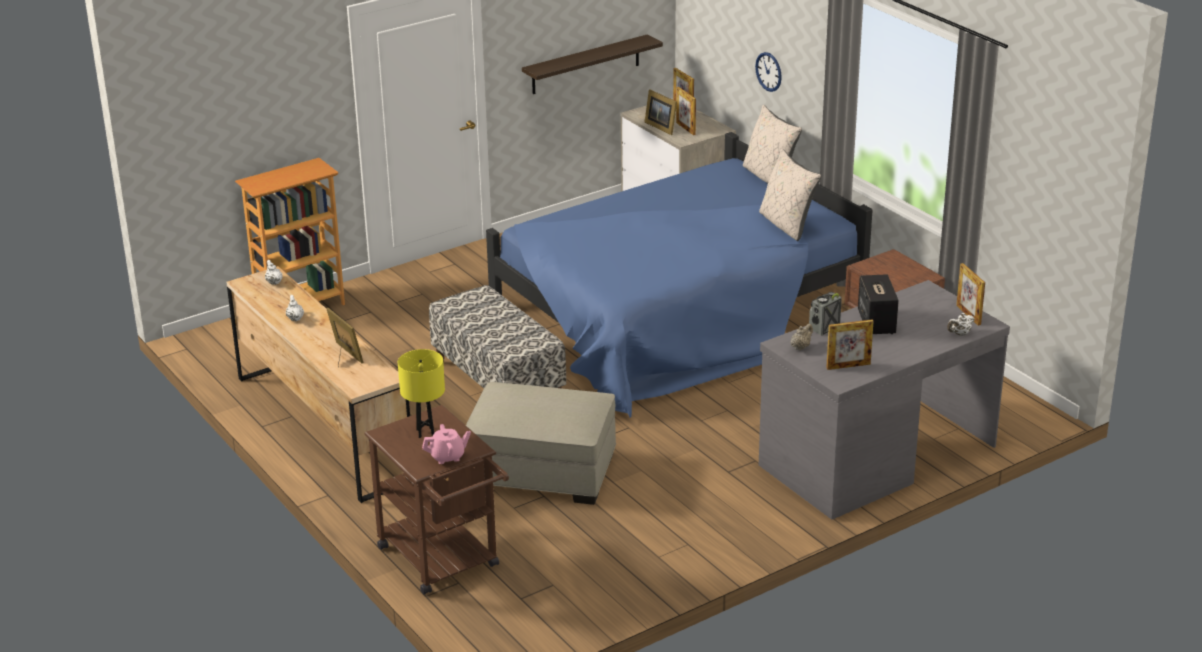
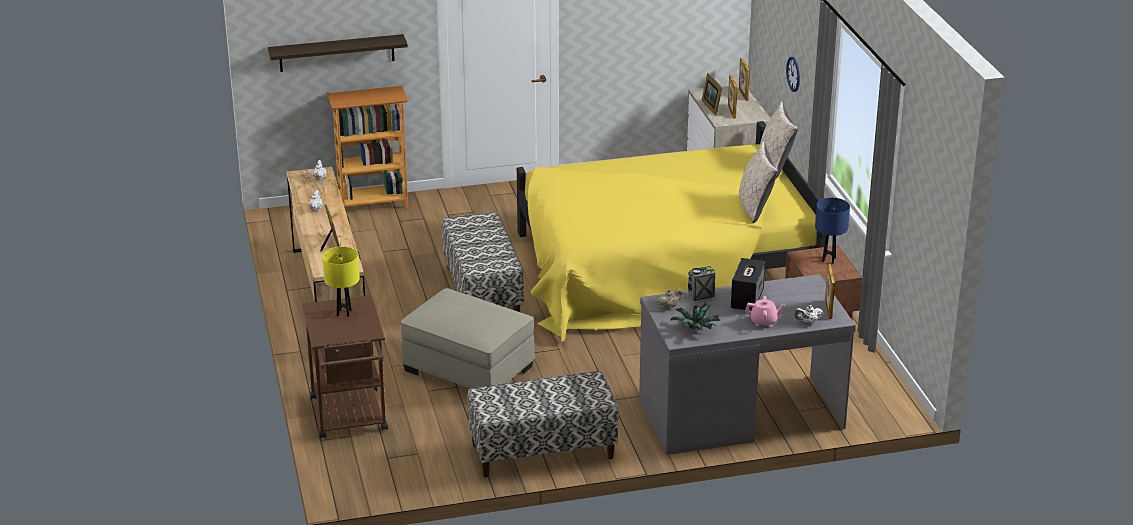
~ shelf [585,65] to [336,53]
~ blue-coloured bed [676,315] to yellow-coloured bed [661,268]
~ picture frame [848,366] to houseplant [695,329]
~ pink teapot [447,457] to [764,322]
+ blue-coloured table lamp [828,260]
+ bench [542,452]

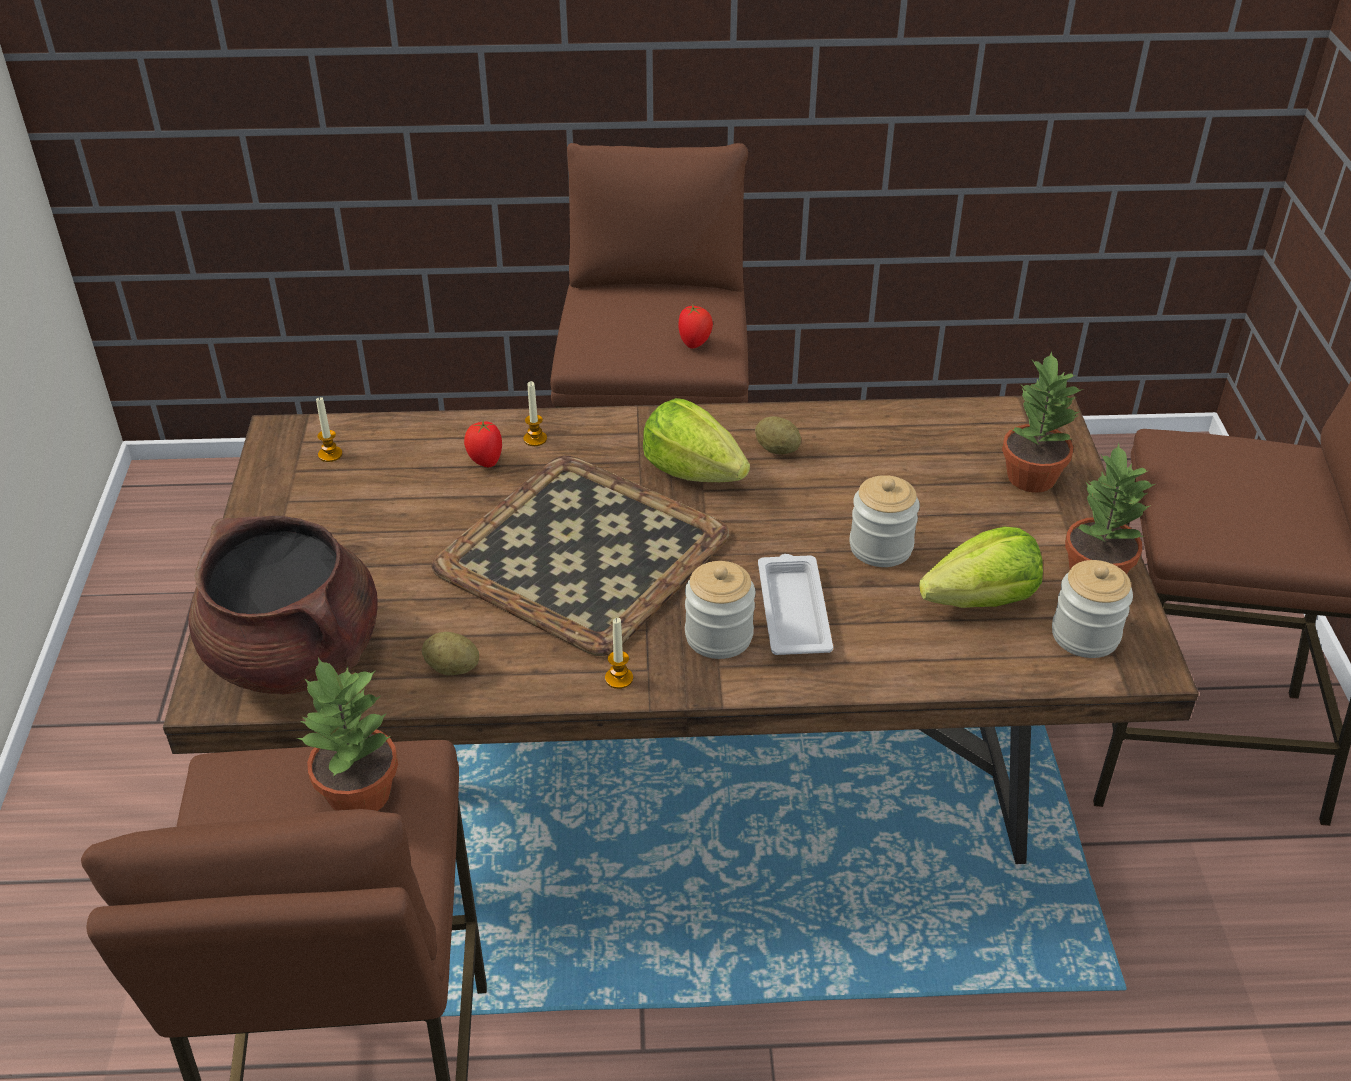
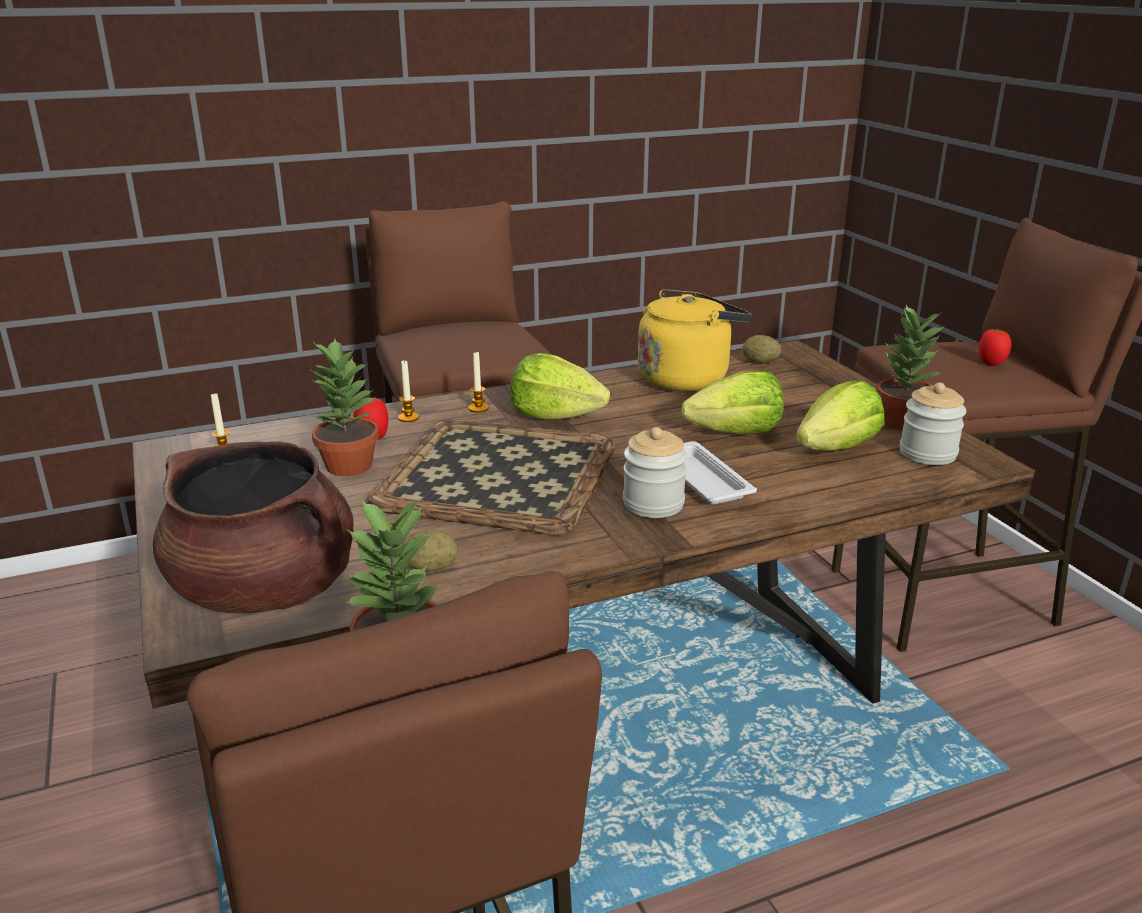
~ tomato [695,343] to [991,363]
~ houseplant [1030,476] to [348,465]
~ whole potato [777,449] to [760,362]
~ jar [880,547] to lettuce head [736,433]
~ candle [619,678] to [478,408]
+ yellow-coloured tea kettle [686,378]

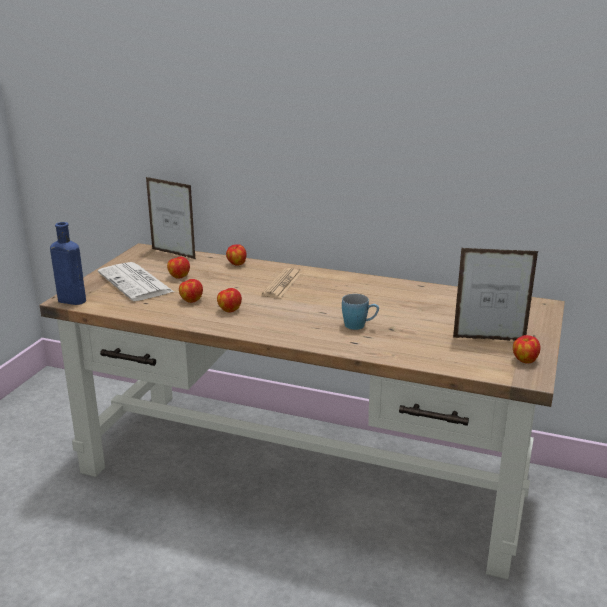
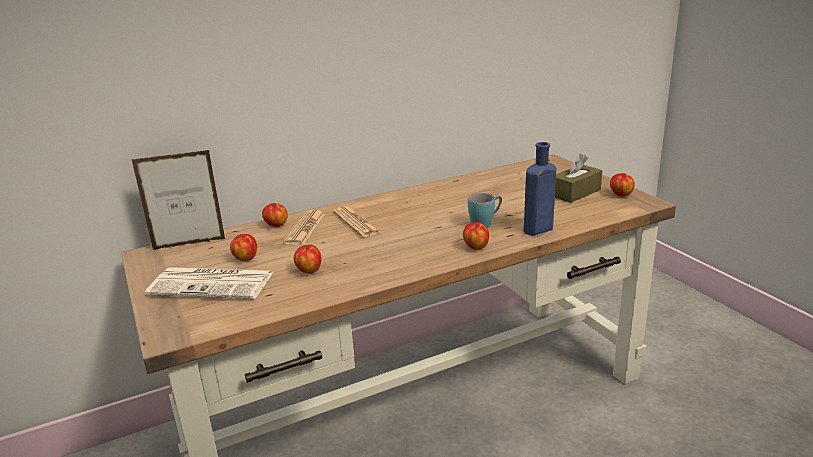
~ blue-coloured beverage bottle [70,300] to [536,230]
~ picture frame [489,339] to brownish box of tissues [575,193]
~ whole apple [229,310] to [475,247]
+ newspaper [305,228]

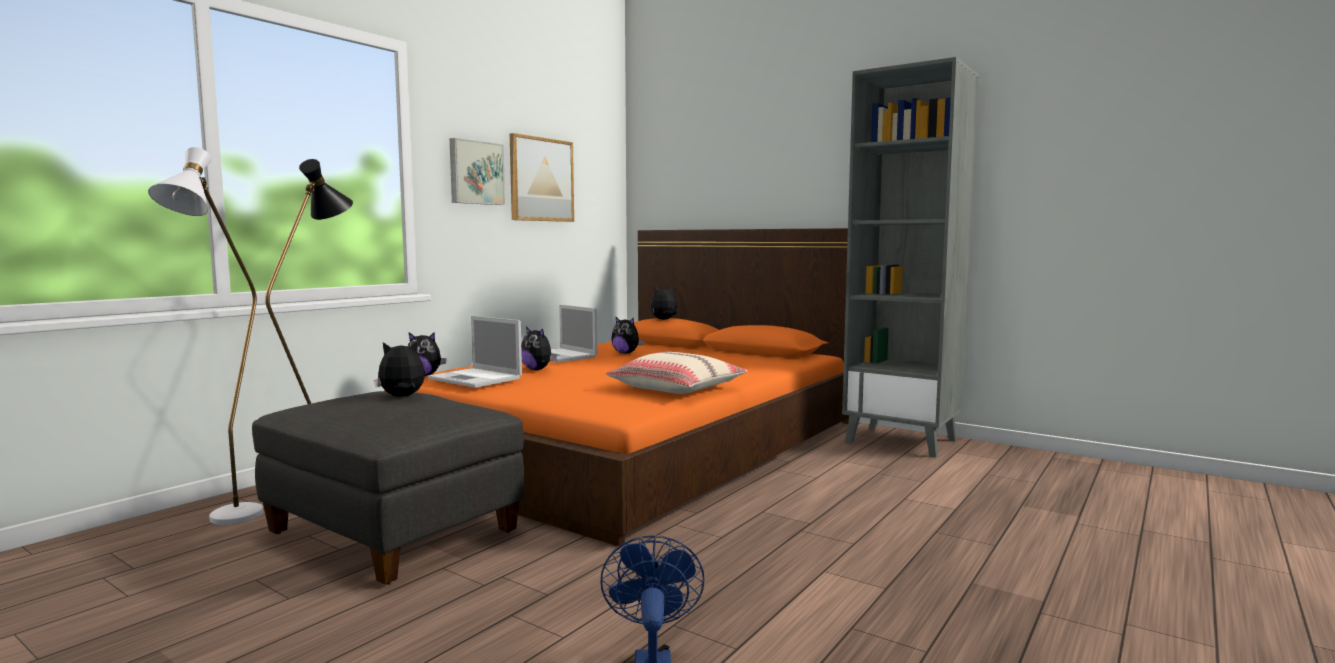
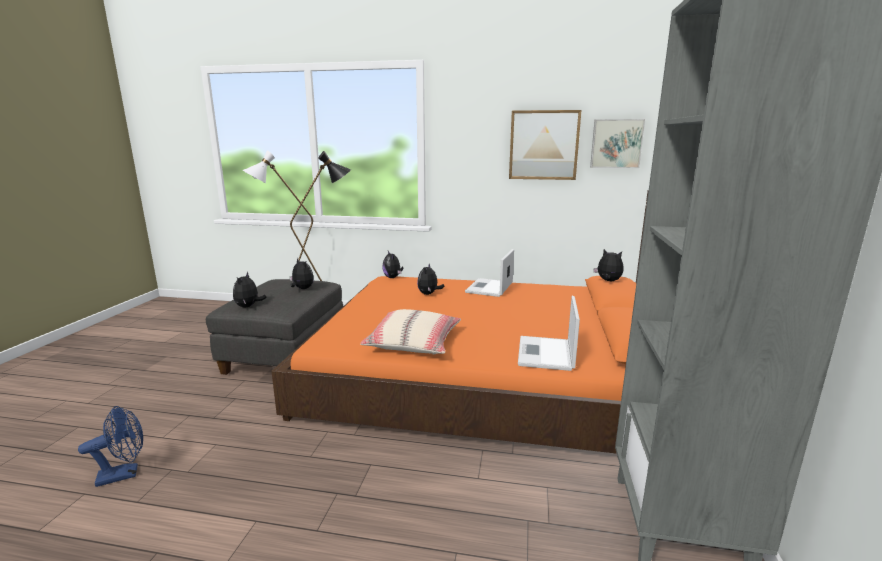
~ picture [475,173] to [616,143]
~ notebook computer [476,379] to [546,354]
~ soft toy [626,353] to [248,306]

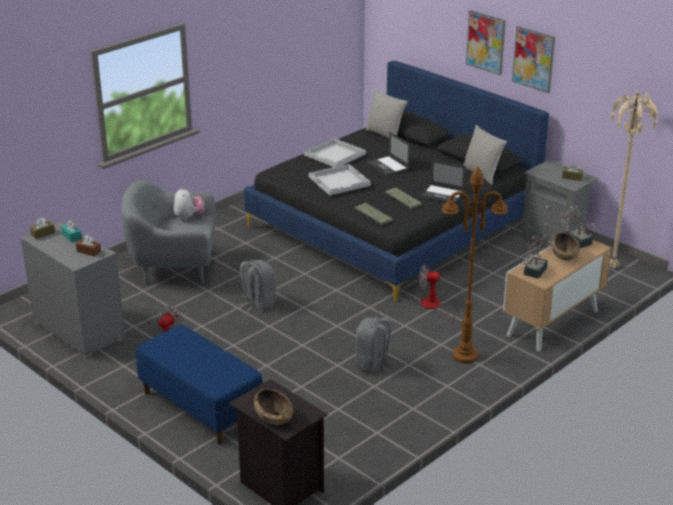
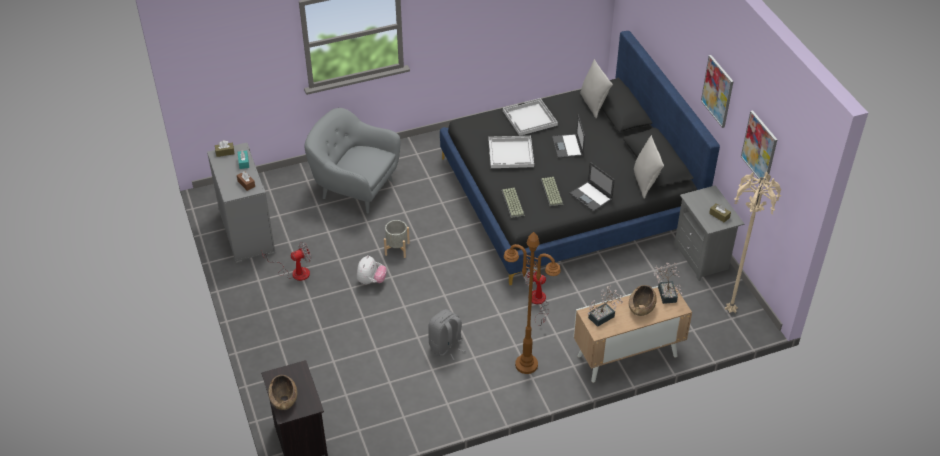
~ picture [486,42] to [759,148]
~ soft toy [189,217] to [371,281]
~ greyish rucksack [257,303] to greyish flower pot [397,249]
- blue-coloured bench [200,407]

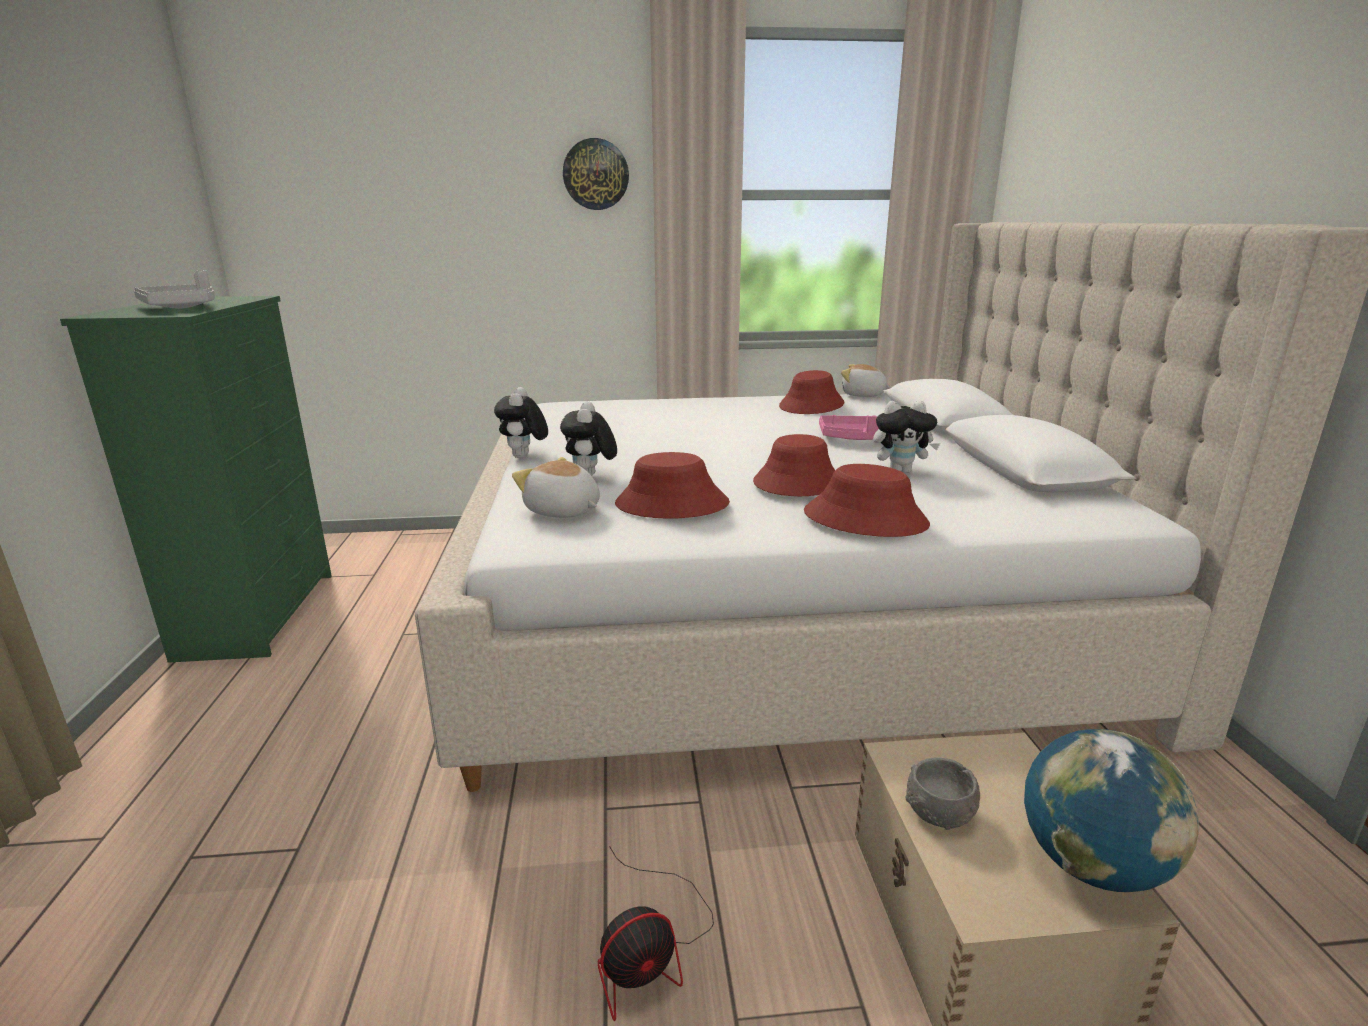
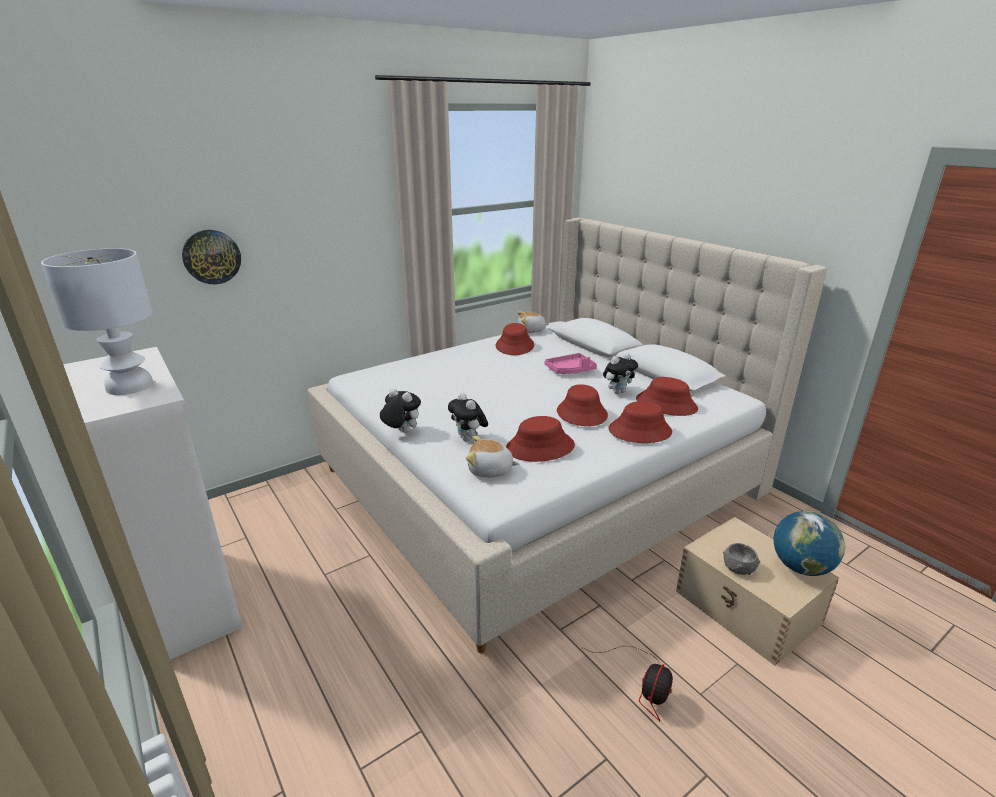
~ clock on the wall [596,174] to [211,257]
~ greyish tray [181,307] to white table lamp [131,386]
~ green-coloured drawer chest [260,613] to white drawer chest [189,599]
~ soft toy [524,457] = [401,432] 150 degrees clockwise
+ red hat [666,404]

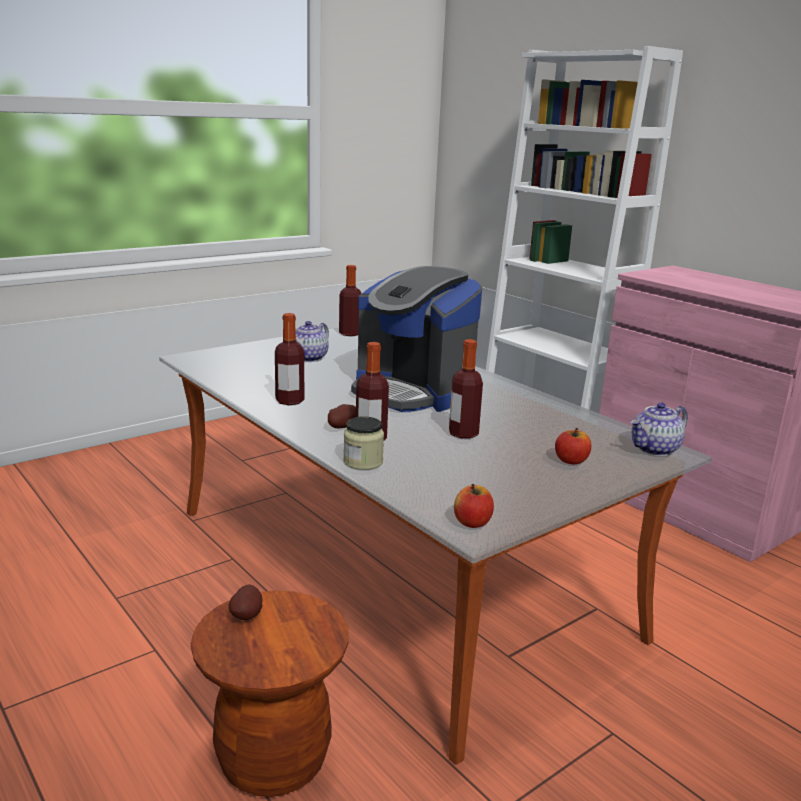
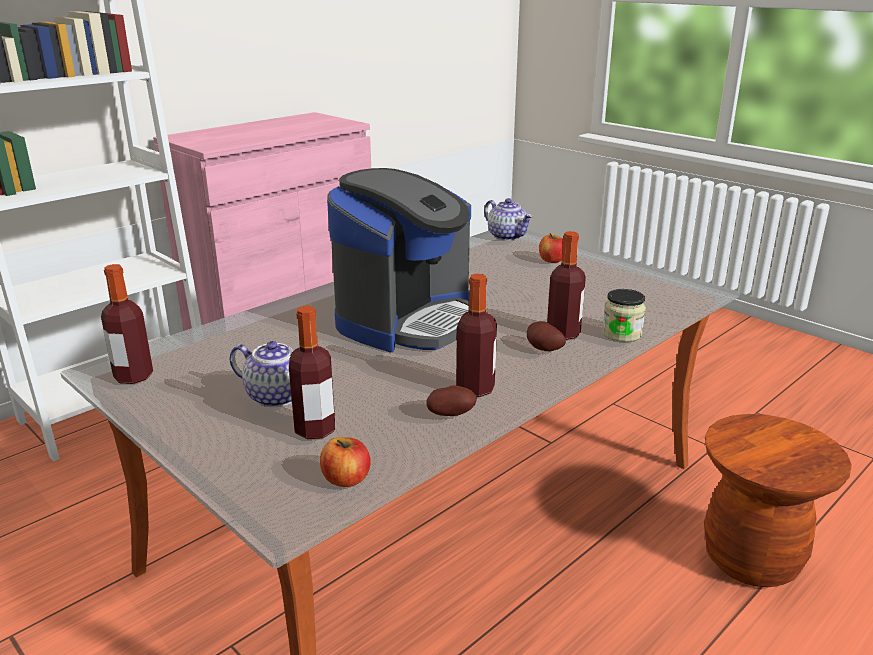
~ beverage bottle [463,433] to [315,430]
~ whole apple [472,522] to [346,479]
~ whole potato [248,616] to [451,414]

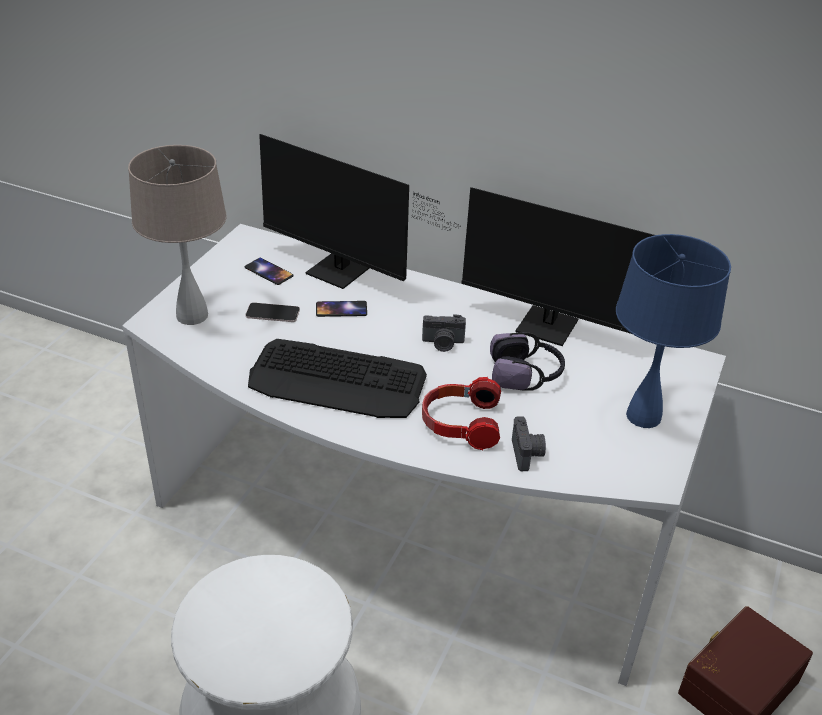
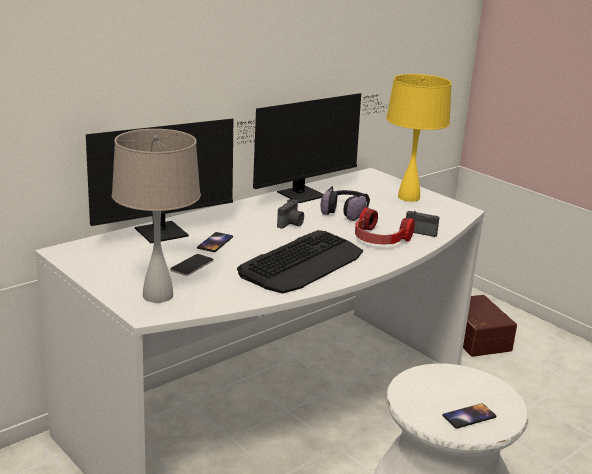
~ blue-coloured table lamp [644,416] to yellow-coloured table lamp [408,197]
~ handset [269,272] to [469,416]

